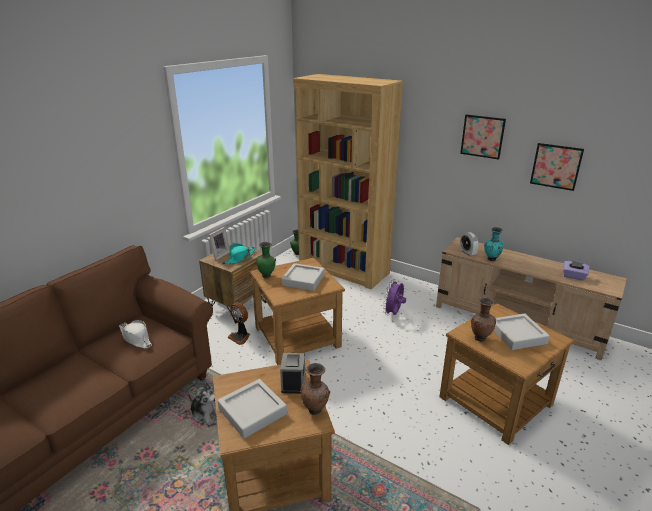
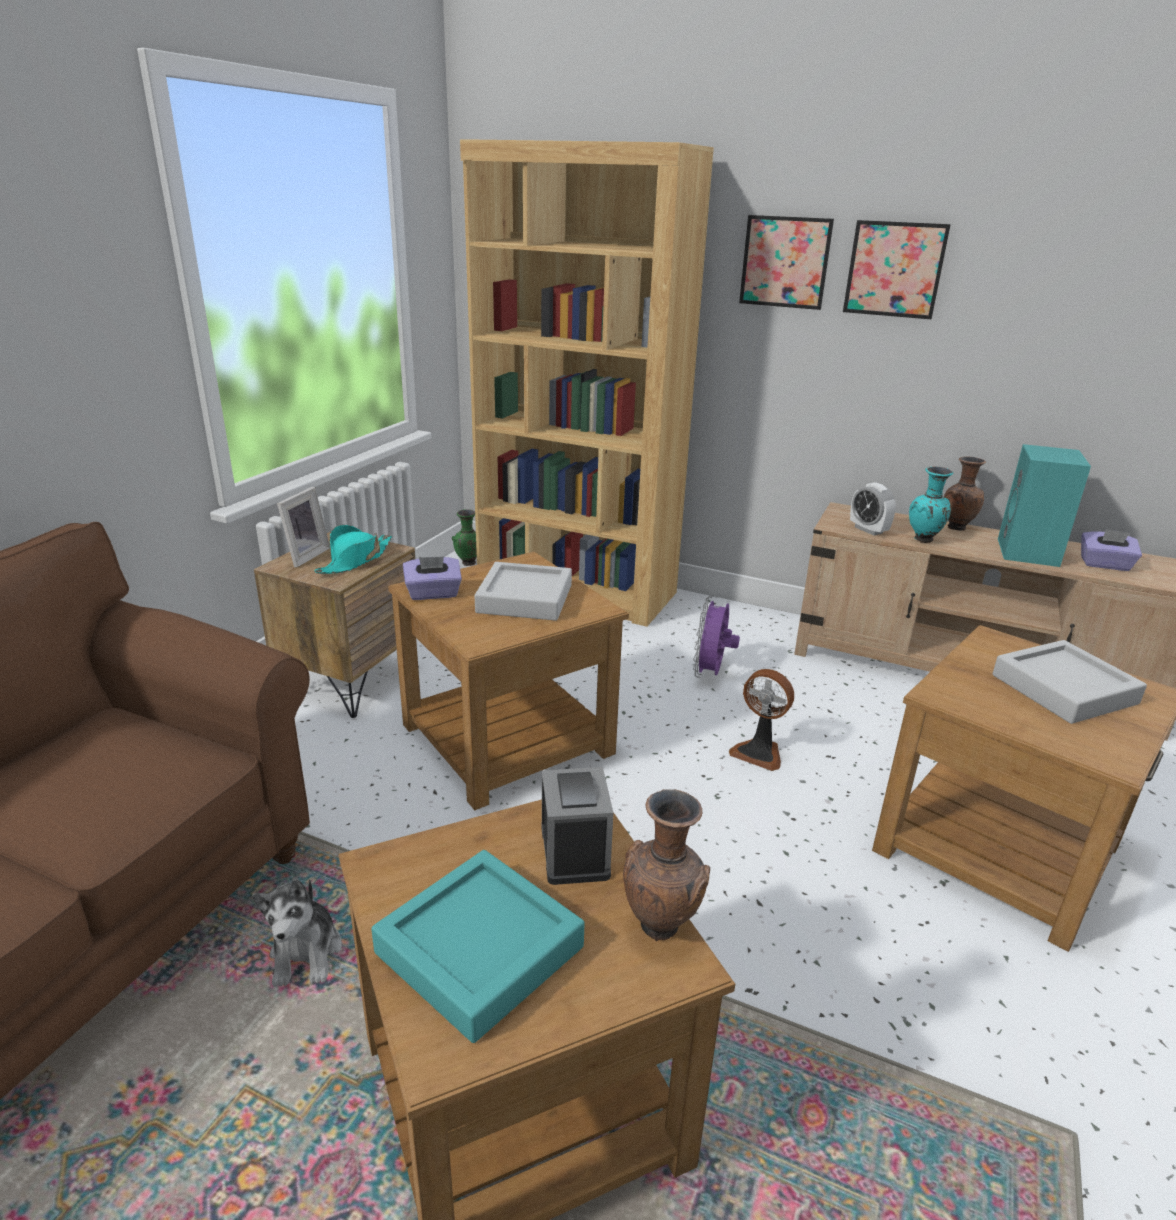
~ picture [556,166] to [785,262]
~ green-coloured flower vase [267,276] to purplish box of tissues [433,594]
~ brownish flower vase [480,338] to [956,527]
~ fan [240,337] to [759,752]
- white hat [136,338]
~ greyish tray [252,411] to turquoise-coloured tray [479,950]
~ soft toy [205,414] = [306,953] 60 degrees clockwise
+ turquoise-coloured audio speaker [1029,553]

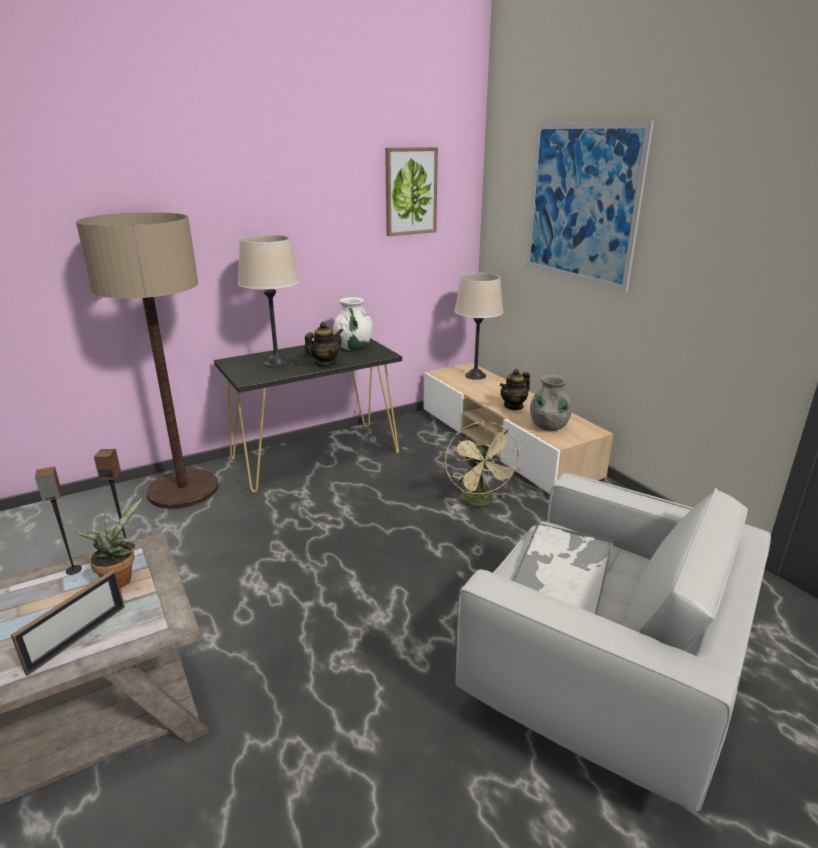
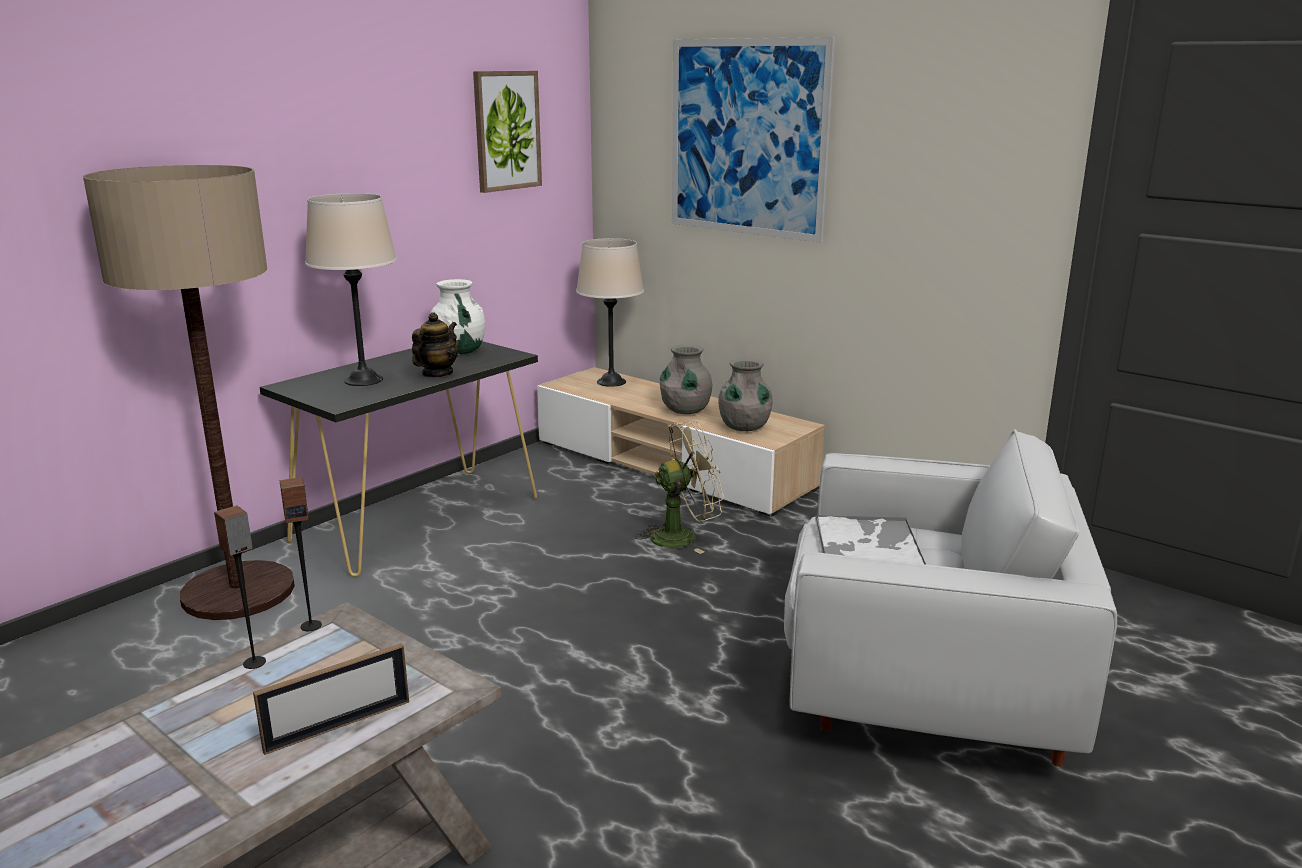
~ teapot [513,406] to greyish flower vase [685,410]
~ sand-coloured fan [480,502] = [683,536] 75 degrees counterclockwise
- houseplant [120,578]
~ picture frame [78,638] = [338,726] 45 degrees clockwise

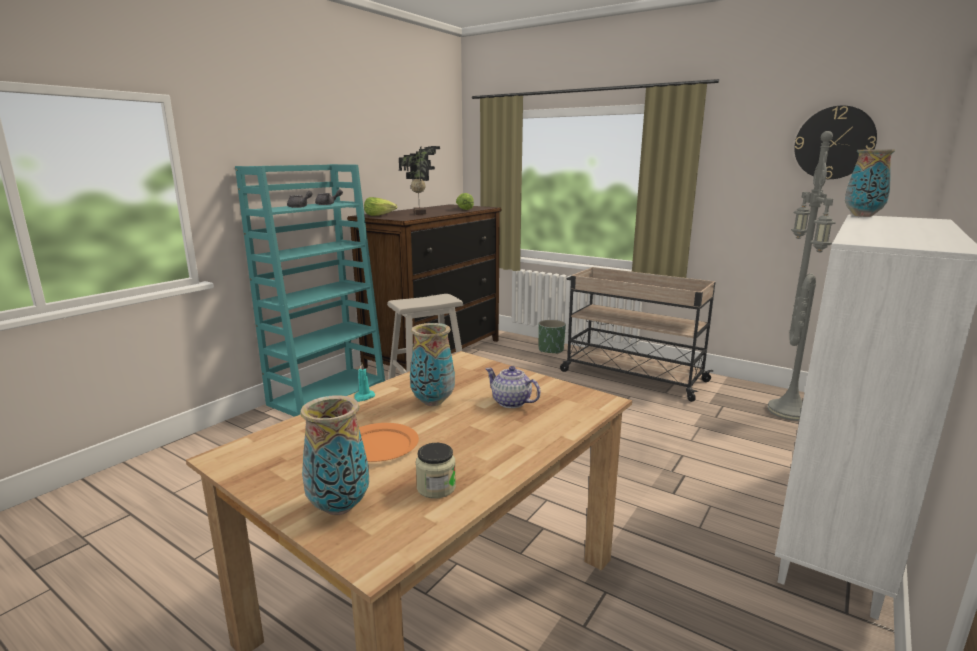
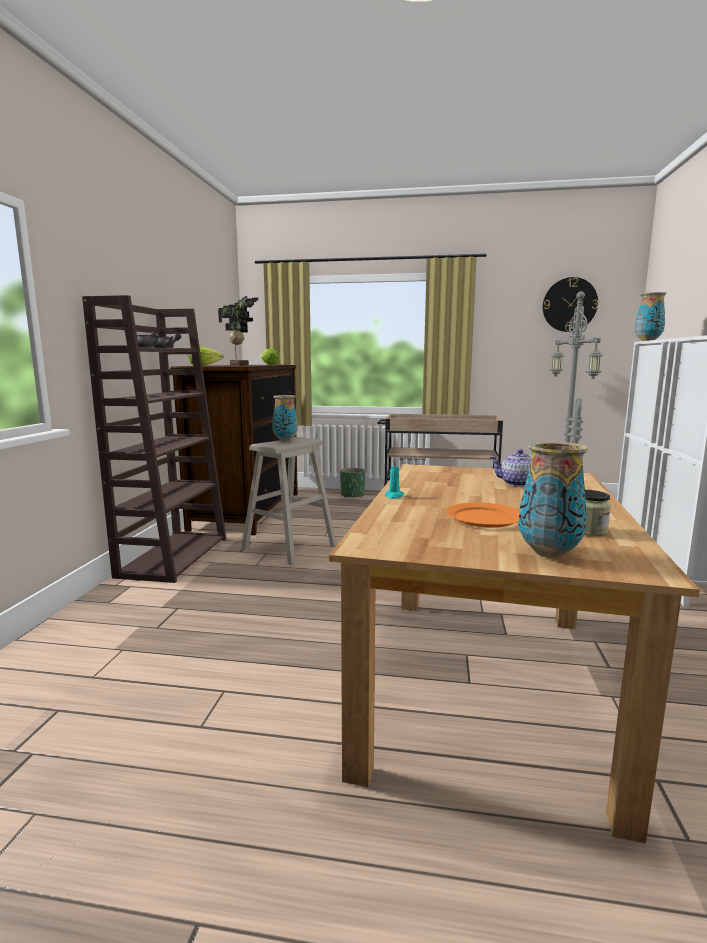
~ turquoise-coloured bookshelf [328,392] to brownish bookshelf [174,556]
~ flower vase [432,402] to [285,440]

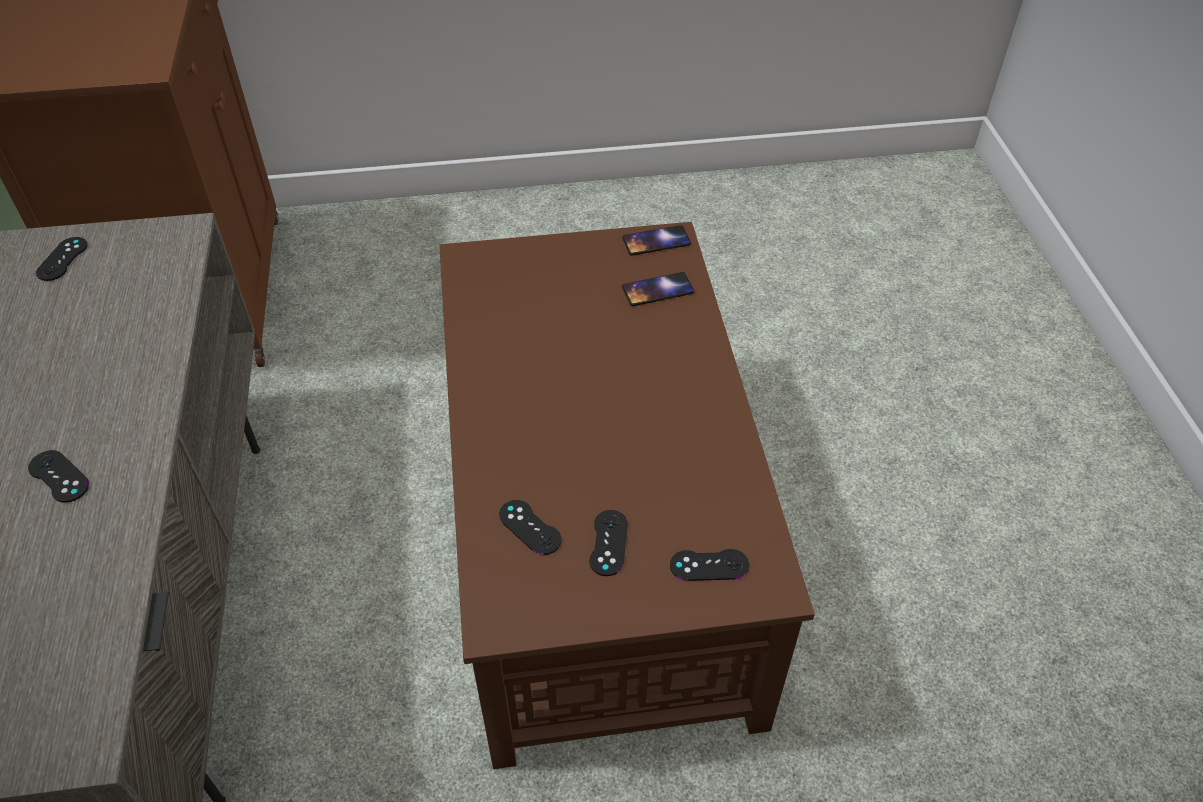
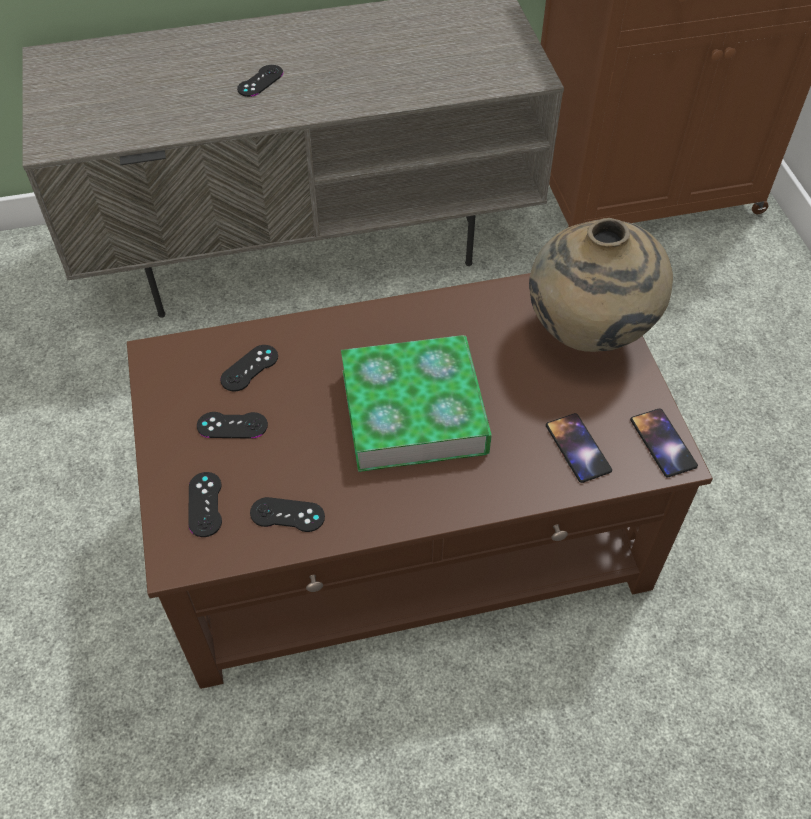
~ black-coloured joypad [62,259] to [287,515]
+ sand-coloured flower vase [588,336]
+ bound book [414,411]

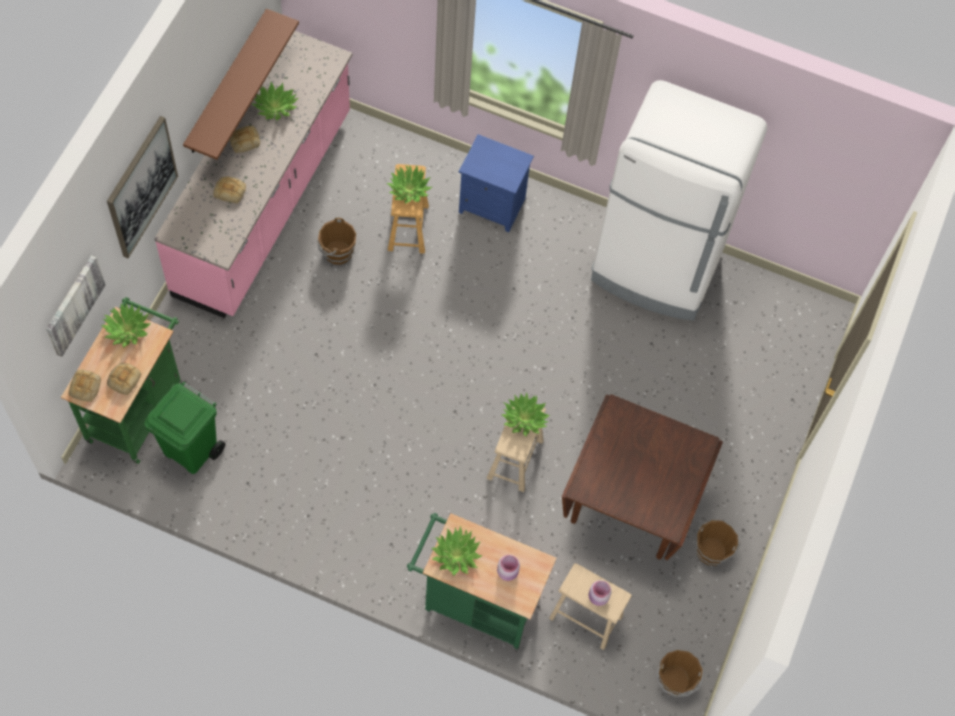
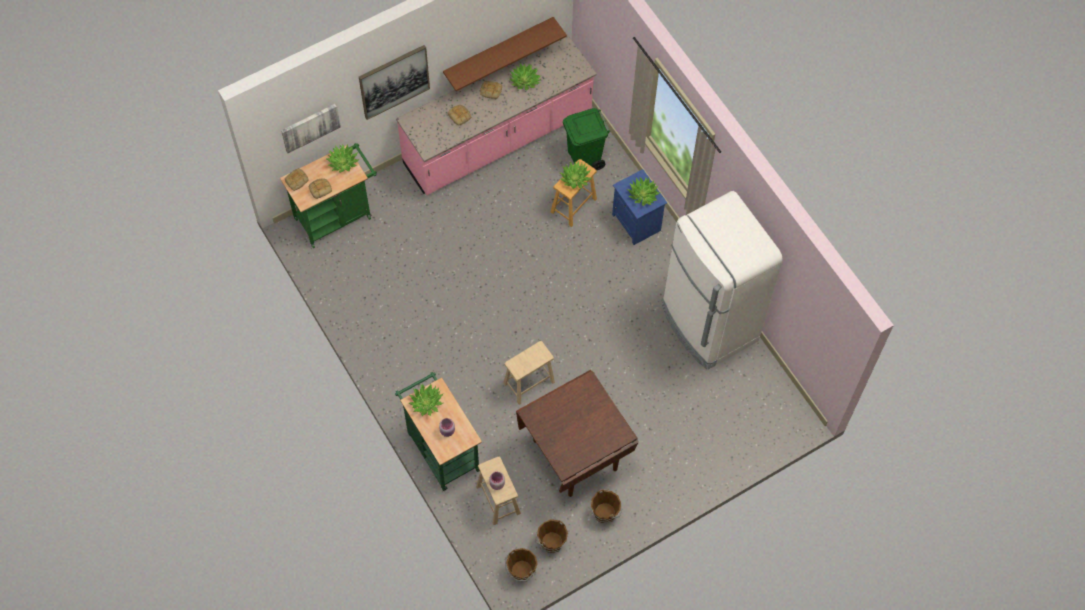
~ brownish pail [337,252] to [551,541]
~ green-coloured waste bin [192,450] to [584,158]
~ houseplant [524,418] to [643,194]

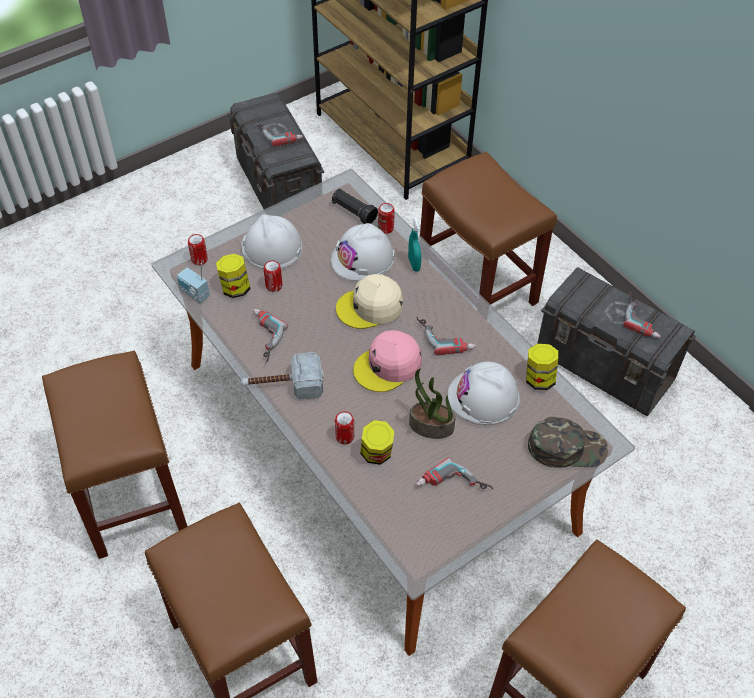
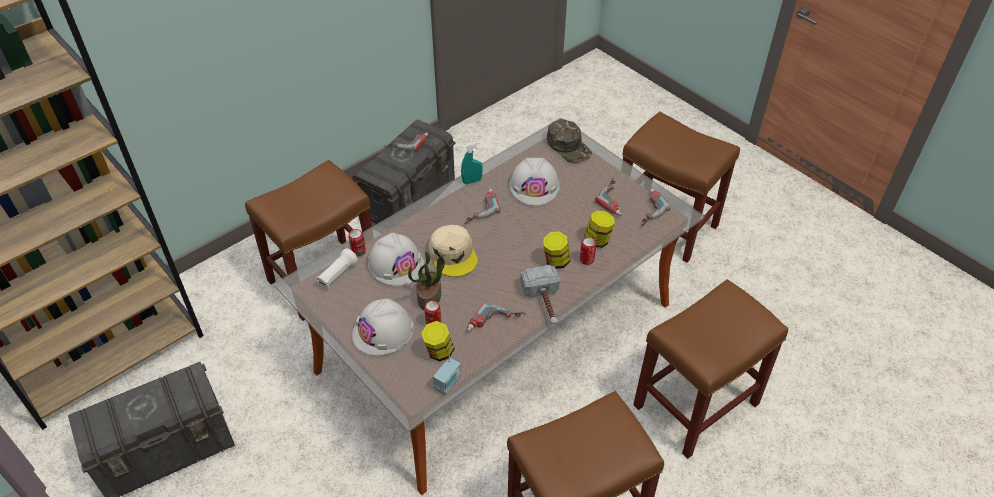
~ drill [279,133] to [647,209]
~ black-coloured hand torch [353,212] to white hand torch [337,275]
~ turquoise-coloured sprayer [414,264] to [472,181]
- metal can [199,259]
- pink peaked cap [388,366]
~ jar [539,379] to [556,261]
~ houseplant [430,427] to [430,296]
~ green-coloured peaked cap [567,447] = [569,146] 150 degrees clockwise

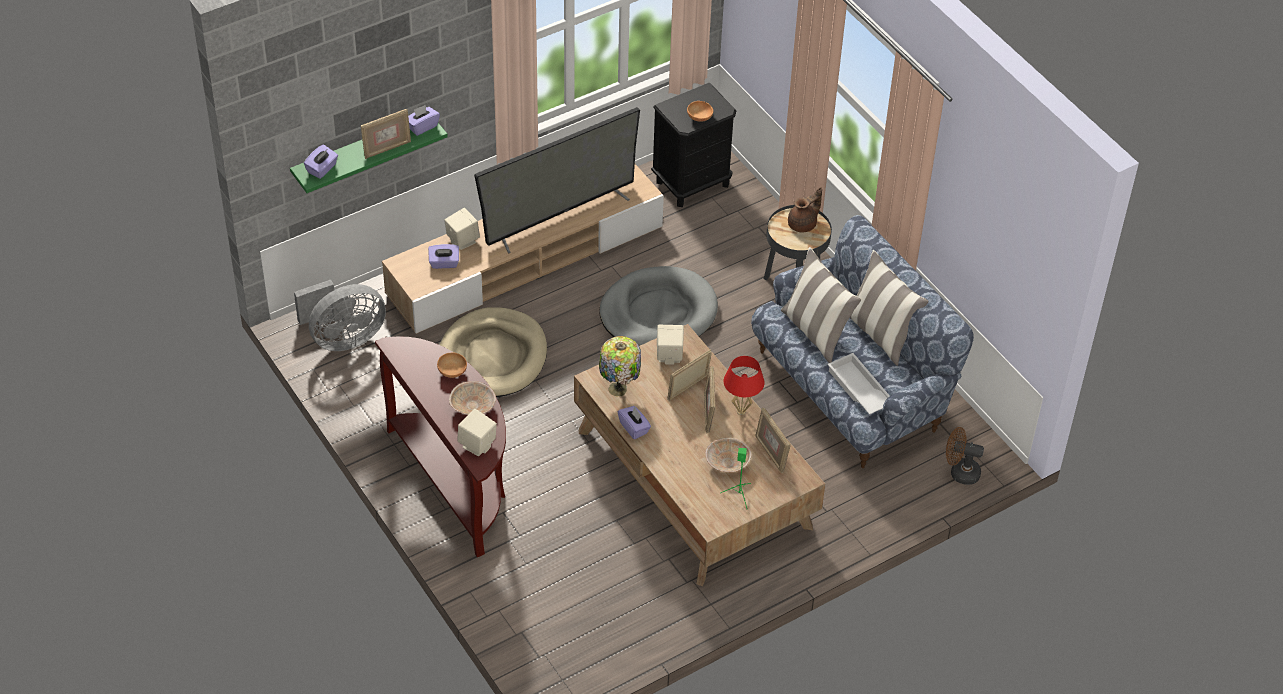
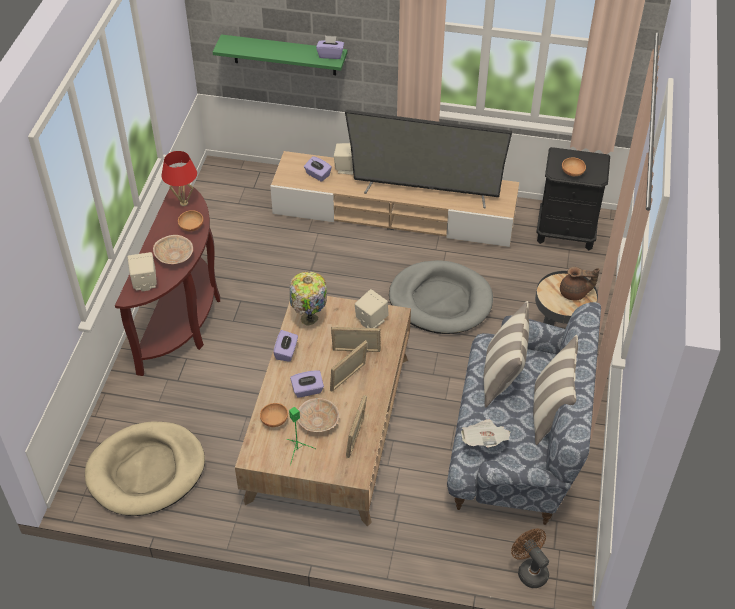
- picture frame [387,149]
~ purplish box of tissues [322,169] to [307,390]
- greyish fan [343,338]
~ sand-coloured dog cushion [493,357] to [146,471]
~ white tray [858,389] to newspaper [484,441]
~ red table lamp [741,411] to [184,203]
+ brownish bowl [274,420]

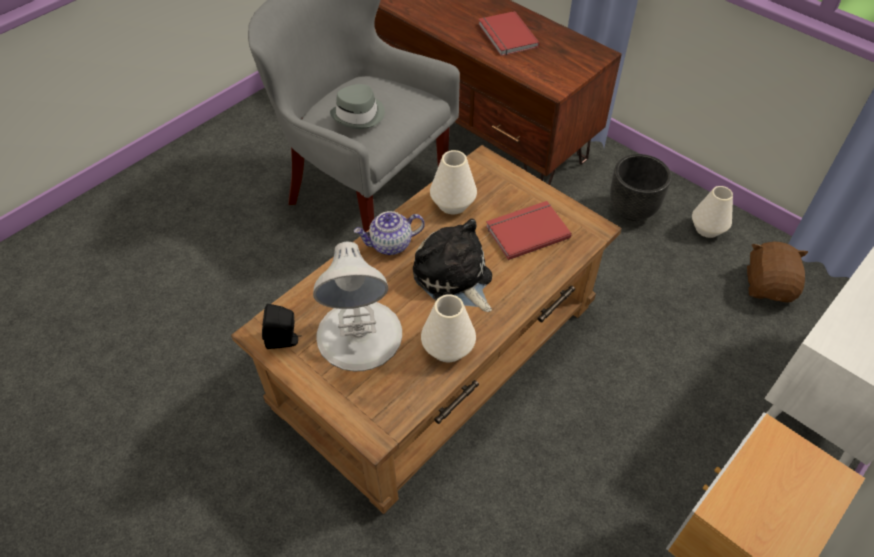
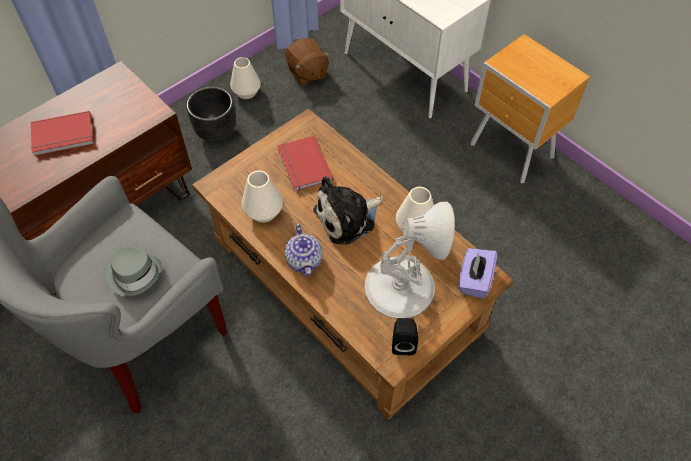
~ brownish soft toy [768,286] = [307,73] 135 degrees counterclockwise
+ purplish box of tissues [474,280]

